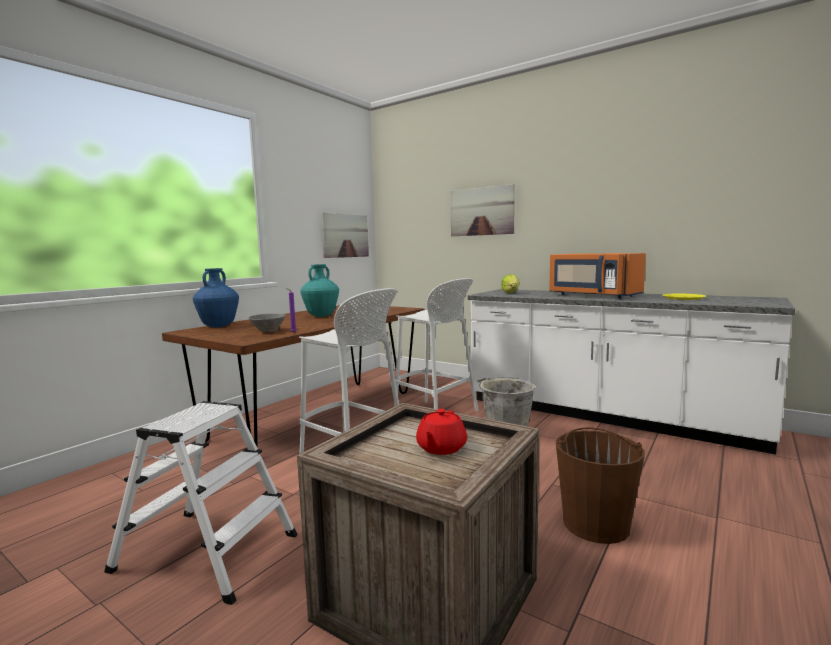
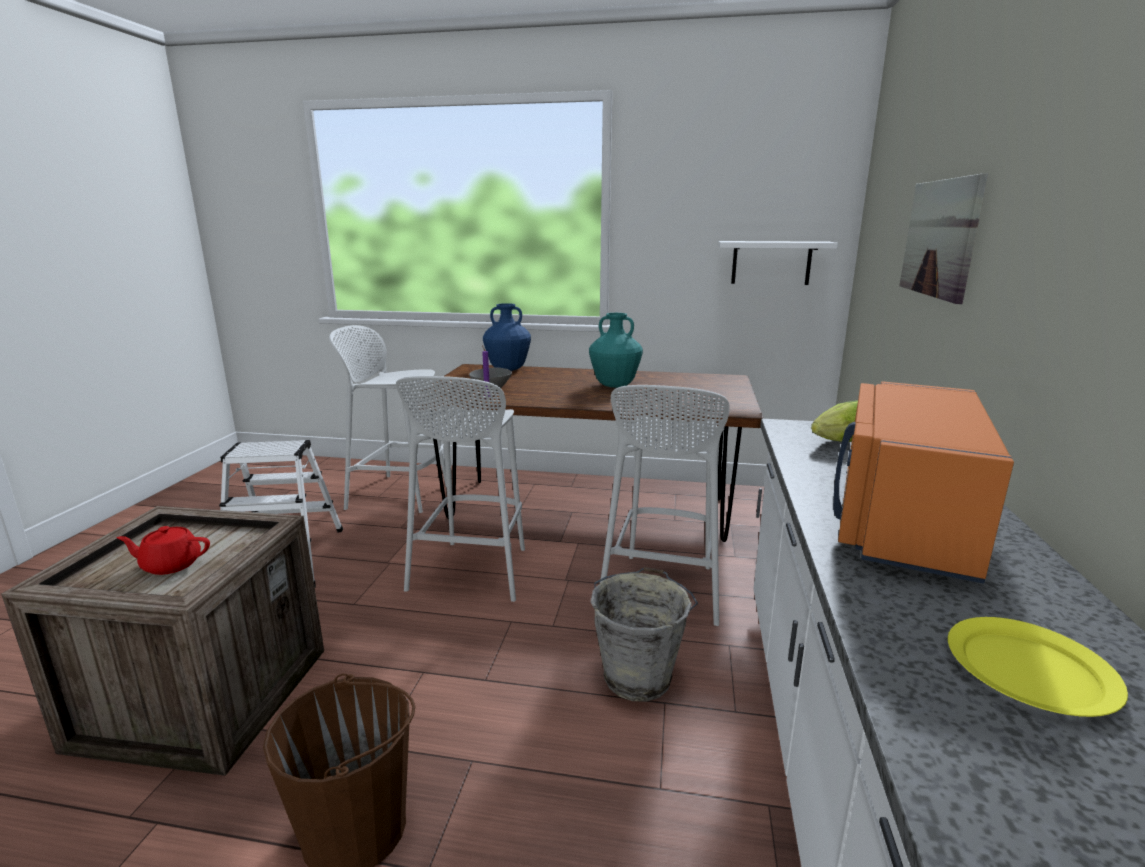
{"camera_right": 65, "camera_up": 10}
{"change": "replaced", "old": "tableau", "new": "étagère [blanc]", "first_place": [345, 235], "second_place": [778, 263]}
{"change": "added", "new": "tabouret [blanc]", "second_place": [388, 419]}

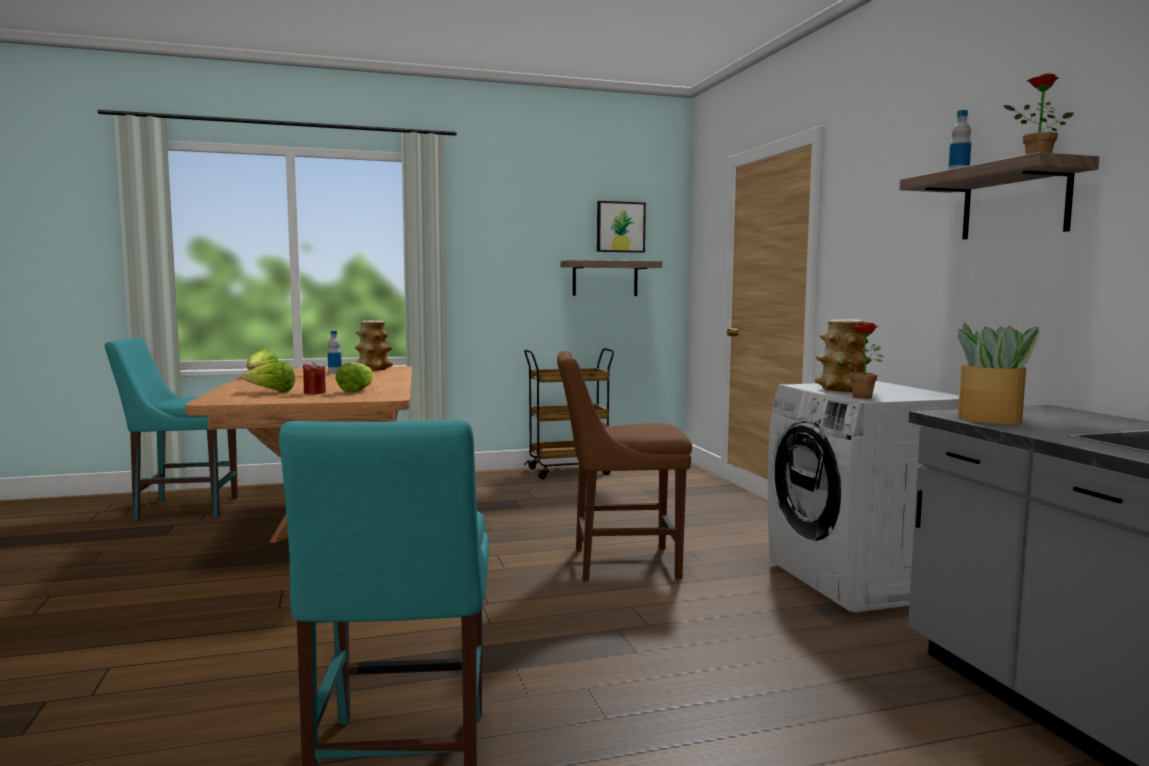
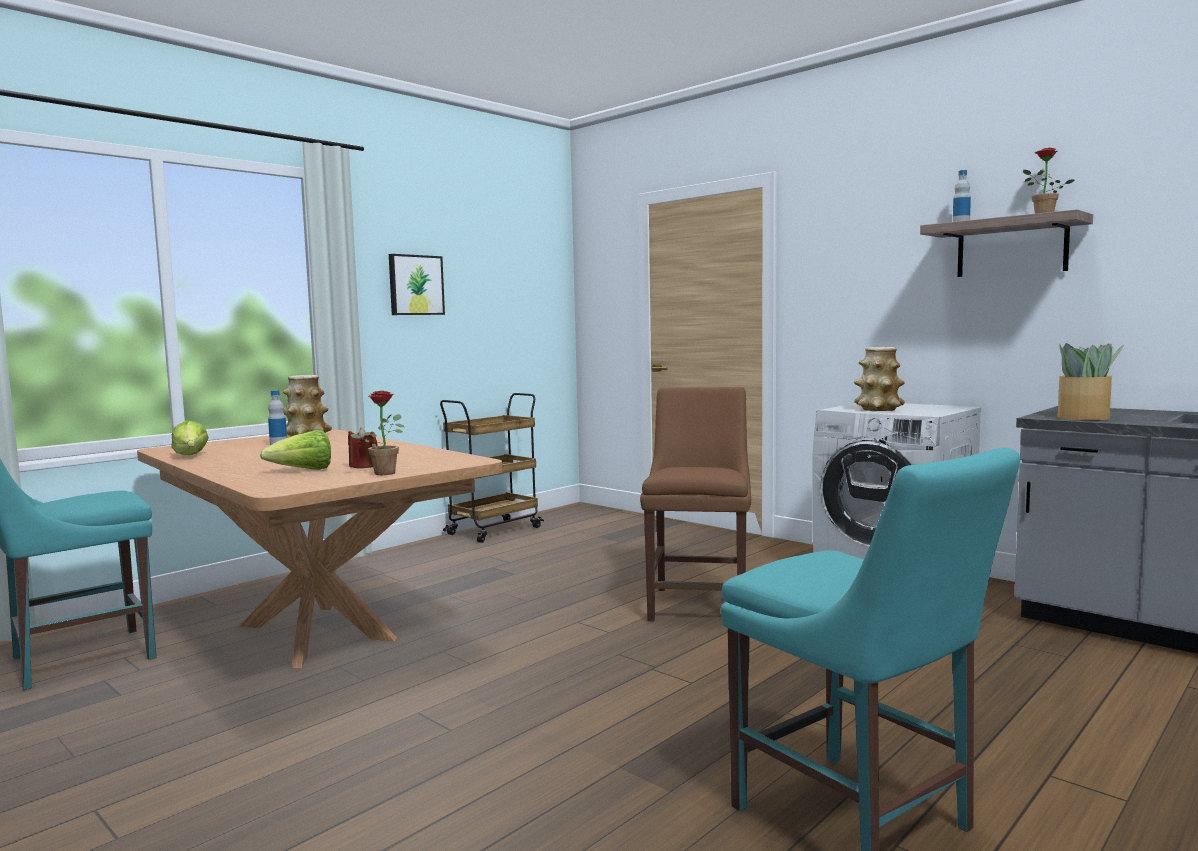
{"camera_right": -30, "camera_up": 0}
{"change": "moved", "old": "tableau", "first_place": [621, 227], "second_place": [417, 284]}
{"change": "removed", "old": "étagère", "first_place": [611, 278]}
{"change": "moved", "old": "plante en pot", "first_place": [859, 360], "second_place": [377, 432]}
{"change": "turned", "old": "chaise [marron]", "first_place": [624, 466], "second_place": [695, 504], "degrees": 135}
{"change": "removed", "old": "laitue", "first_place": [353, 376]}

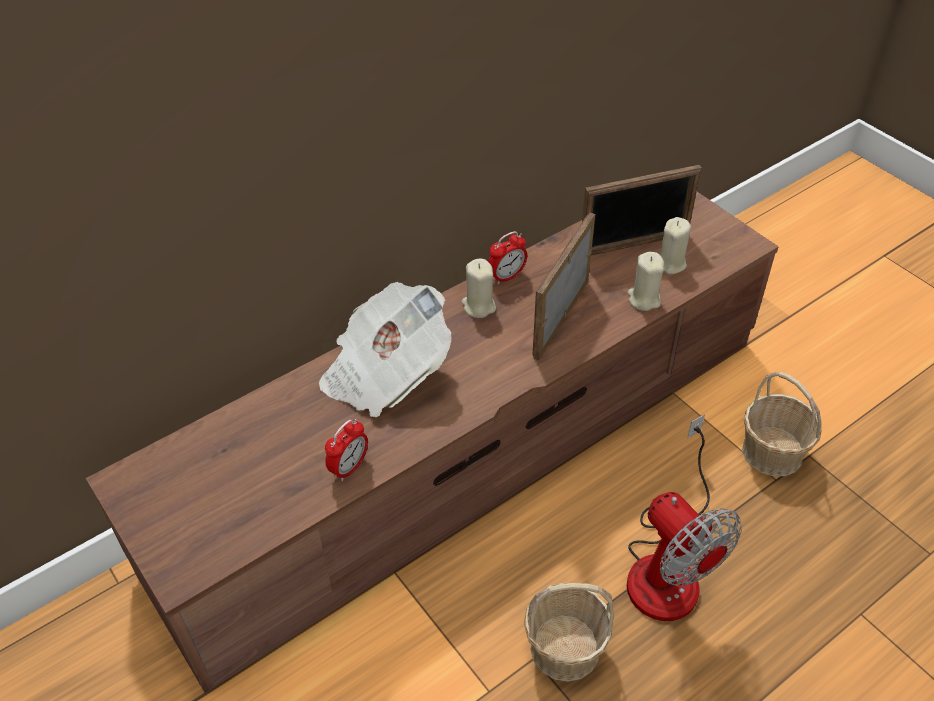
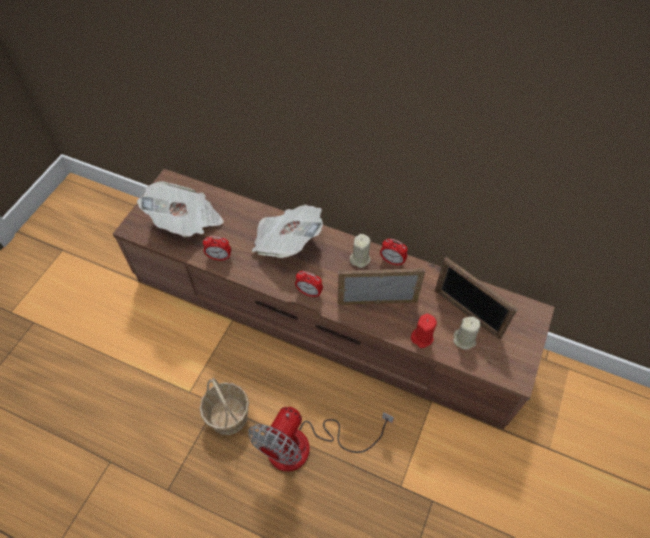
{"camera_right": 60, "camera_up": 10}
{"change": "recoloured", "old": "bougie [beige]", "new": "bougie [rouge]", "first_place": [645, 281], "second_place": [424, 330]}
{"change": "removed", "old": "panier", "first_place": [782, 424]}
{"change": "added", "new": "journal", "second_place": [180, 209]}
{"change": "added", "new": "réveil", "second_place": [309, 284]}

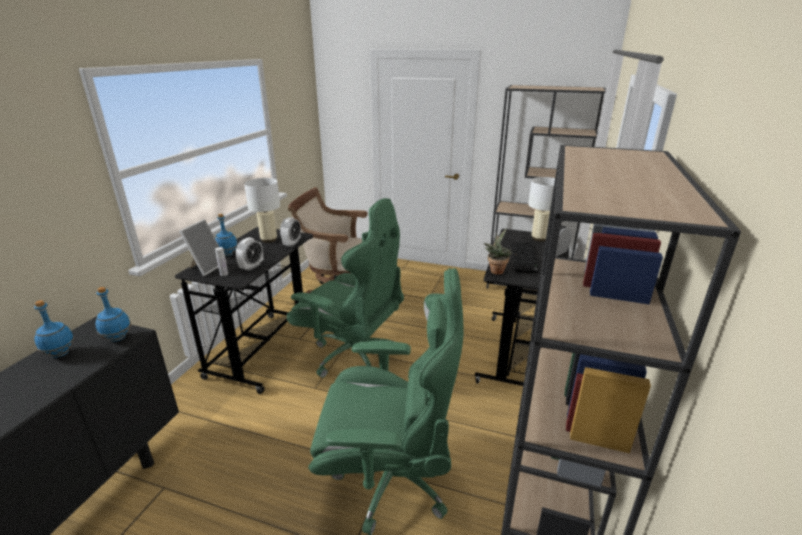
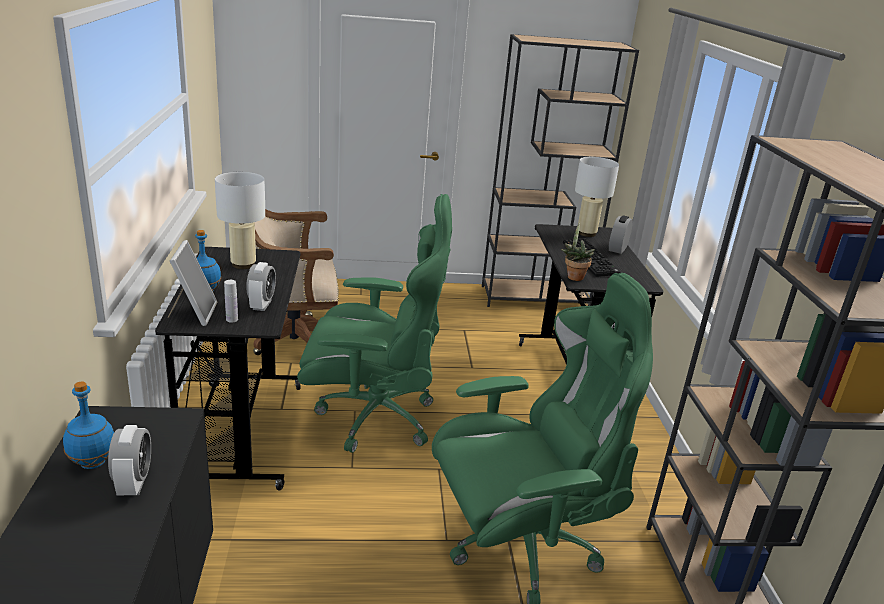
{"camera_right": -25, "camera_up": 0}
{"change": "moved", "old": "réveil", "first_place": [290, 232], "second_place": [129, 460]}
{"change": "removed", "old": "bouteille [bleu]", "first_place": [113, 314]}

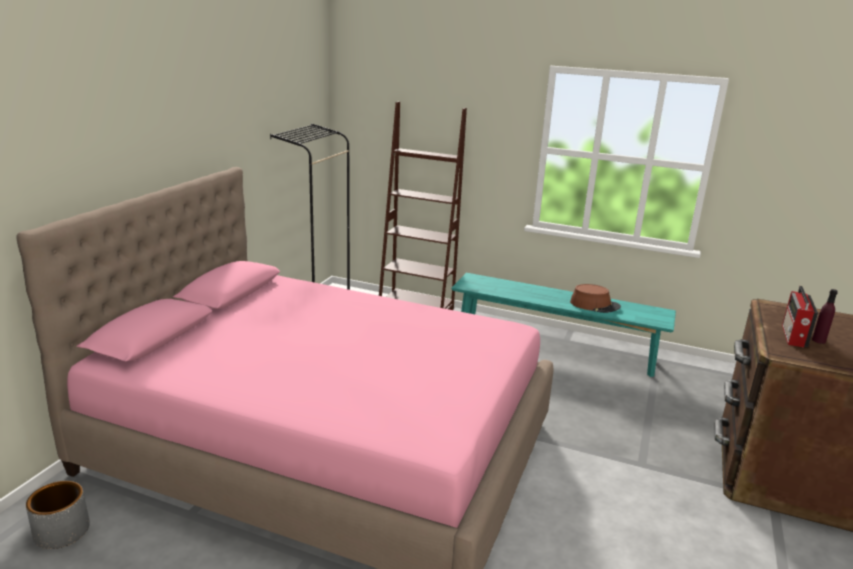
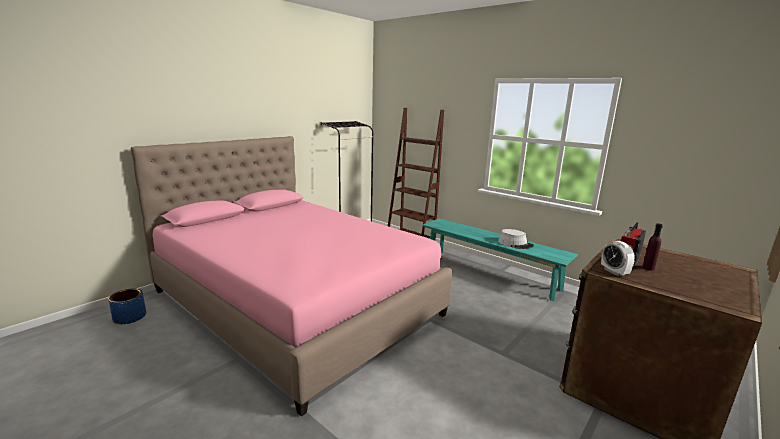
{"camera_right": 20, "camera_up": -5}
{"change": "recoloured", "old": "chapeau [marron]", "new": "chapeau [gris]", "first_place": [595, 298], "second_place": [516, 239]}
{"change": "recoloured", "old": "cache-pot [gris]", "new": "cache-pot [bleu]", "first_place": [58, 515], "second_place": [127, 306]}
{"change": "added", "new": "réveil", "second_place": [618, 258]}

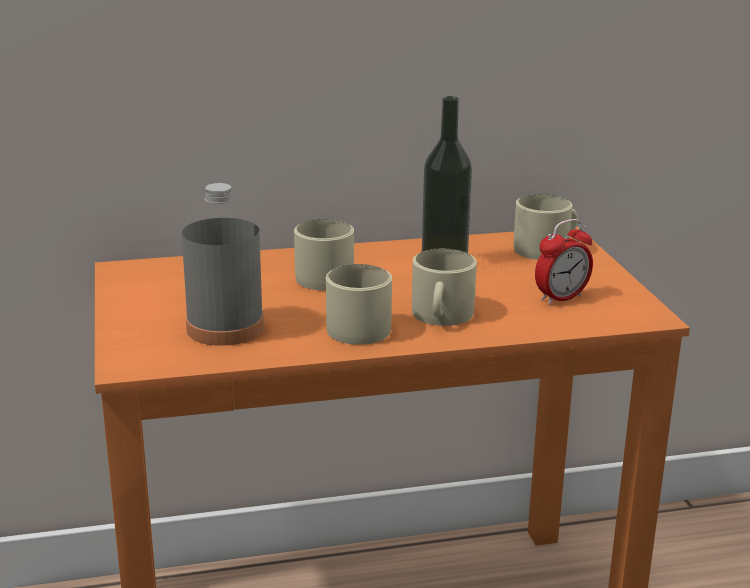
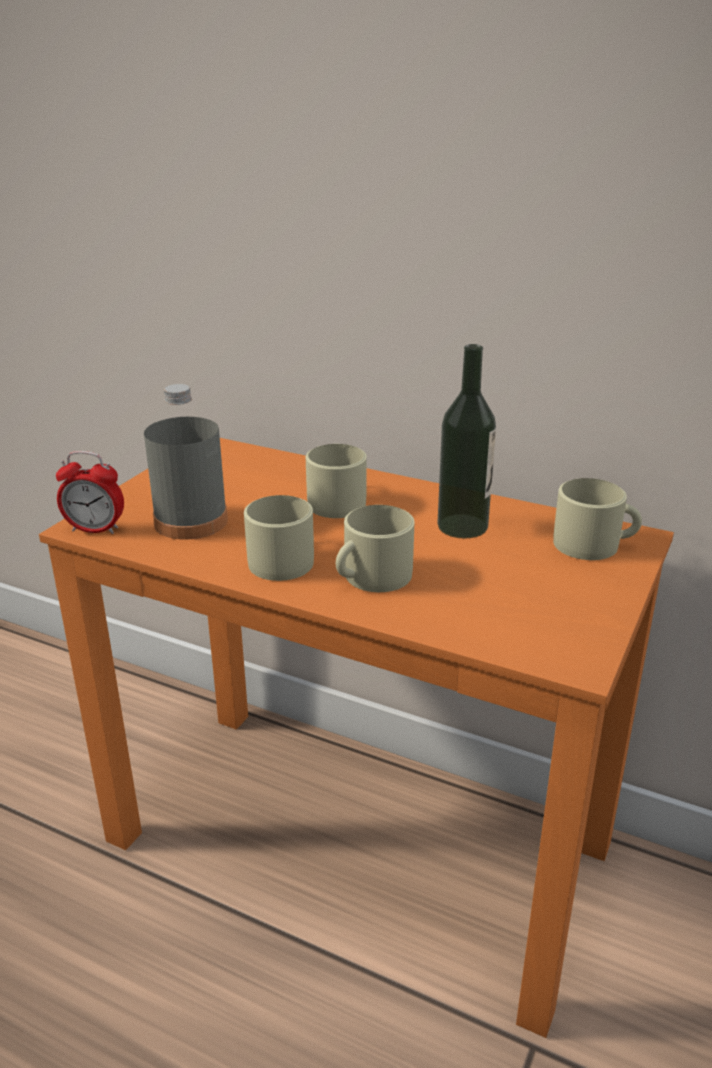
{"camera_right": 40, "camera_up": 5}
{"change": "moved", "old": "réveil", "first_place": [564, 262], "second_place": [90, 492]}

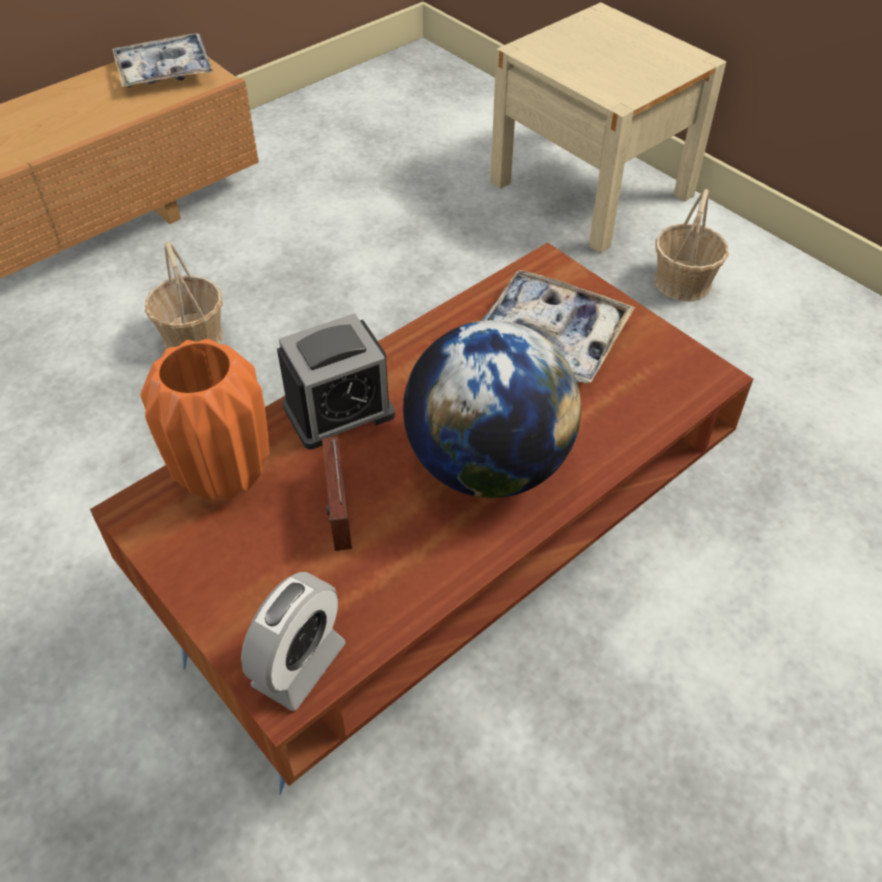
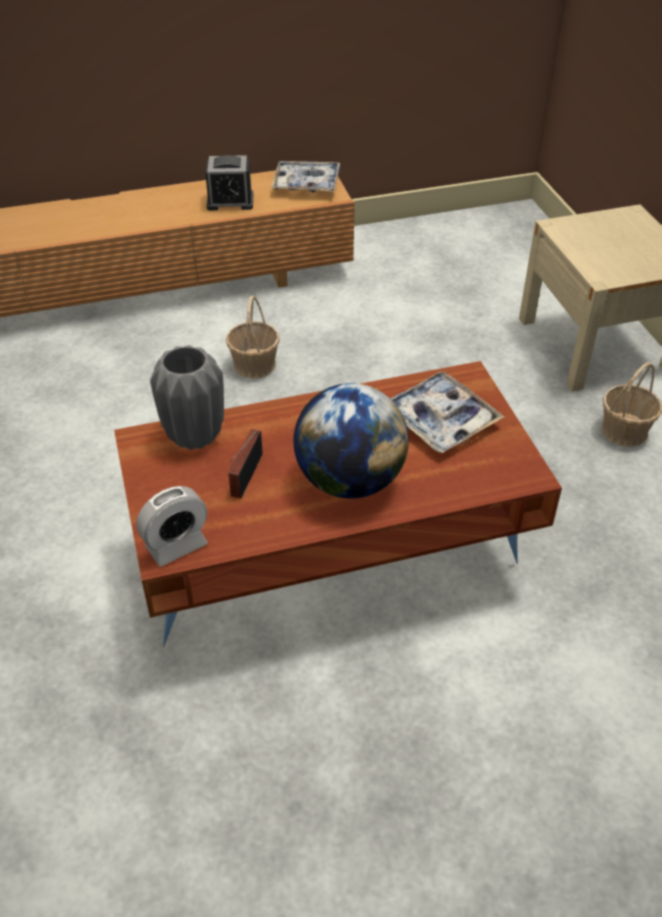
{"camera_right": 25, "camera_up": -5}
{"change": "moved", "old": "réveil", "first_place": [336, 381], "second_place": [229, 182]}
{"change": "recoloured", "old": "vase [orange]", "new": "vase [gris]", "first_place": [204, 420], "second_place": [187, 397]}

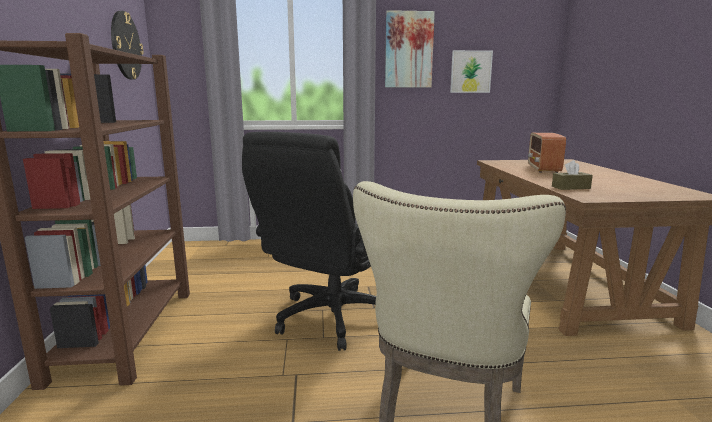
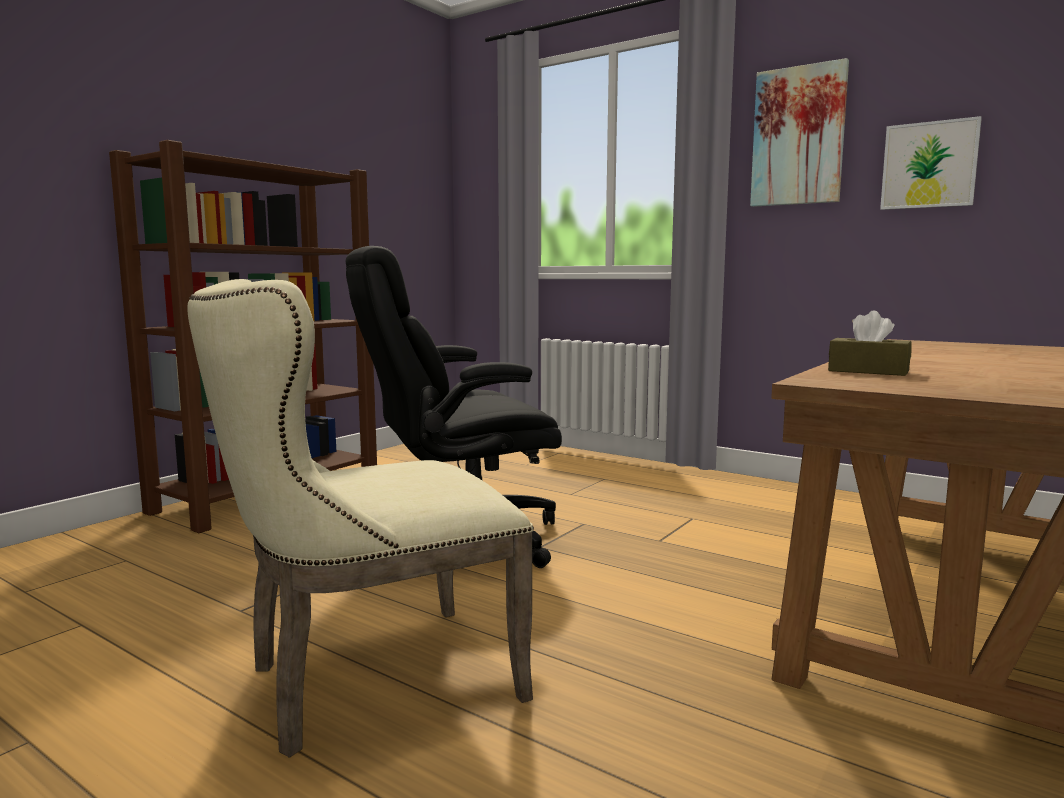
{"camera_right": 40, "camera_up": -5}
{"change": "removed", "old": "horloge murale", "first_place": [127, 45]}
{"change": "removed", "old": "radio", "first_place": [547, 153]}

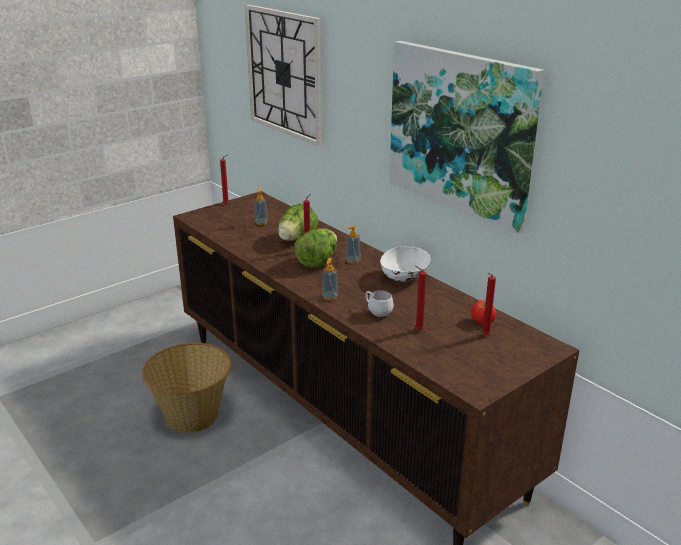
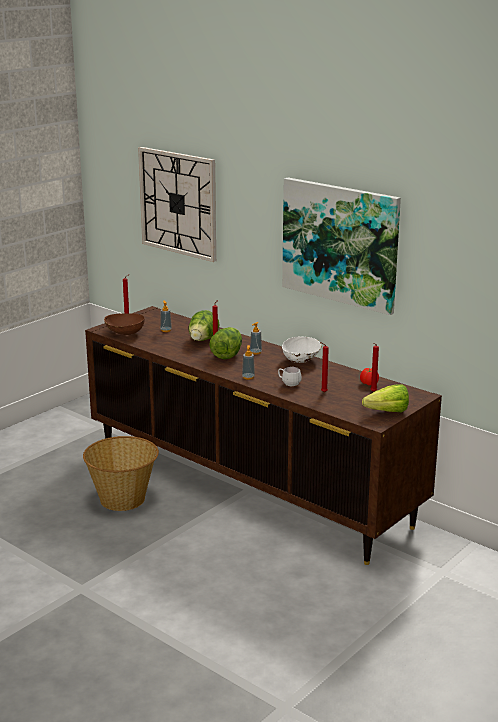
{"camera_right": -10, "camera_up": -5}
{"change": "added", "new": "bol [marron]", "second_place": [124, 324]}
{"change": "added", "new": "laitue", "second_place": [385, 398]}

